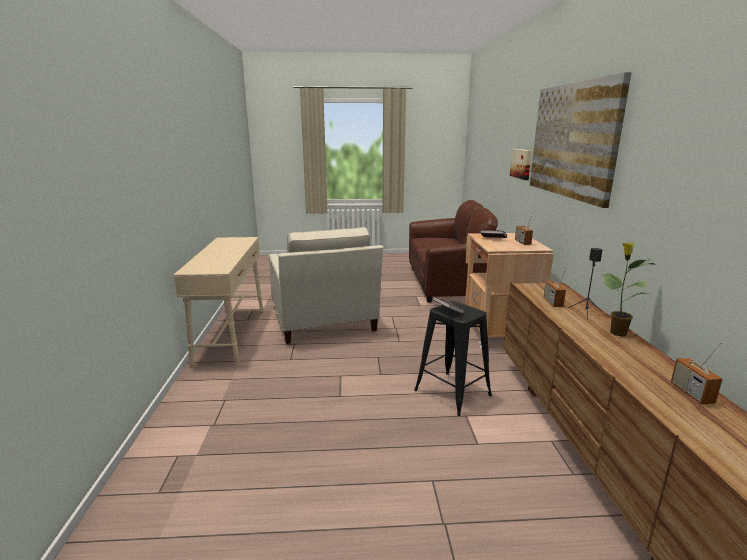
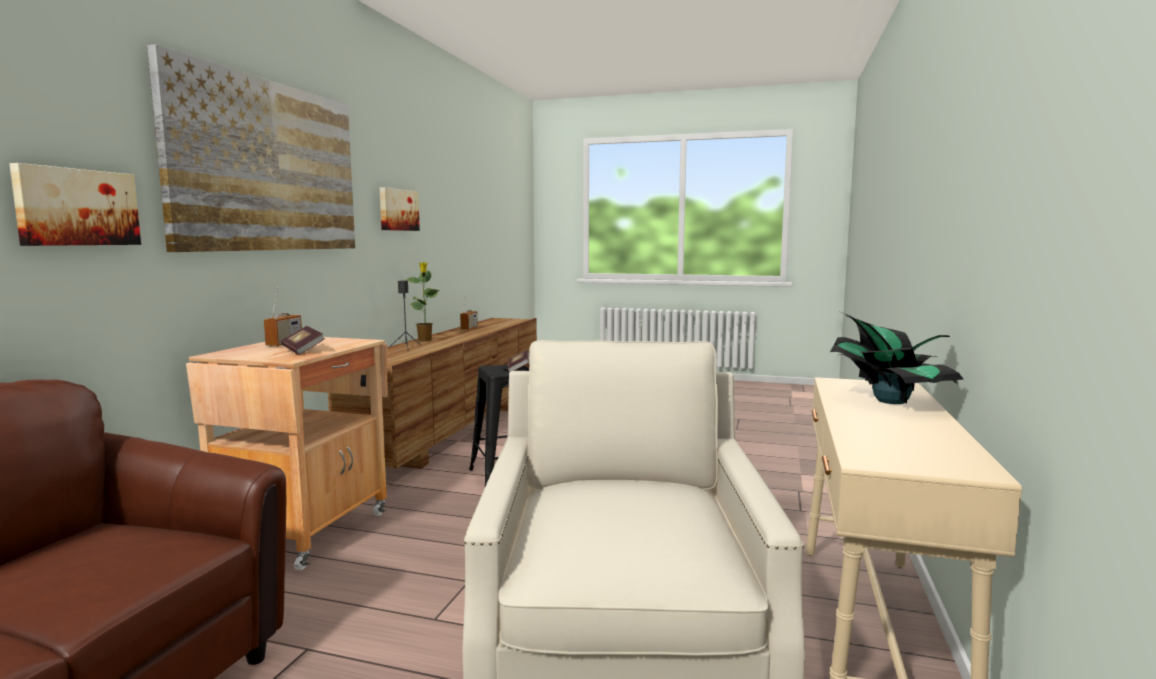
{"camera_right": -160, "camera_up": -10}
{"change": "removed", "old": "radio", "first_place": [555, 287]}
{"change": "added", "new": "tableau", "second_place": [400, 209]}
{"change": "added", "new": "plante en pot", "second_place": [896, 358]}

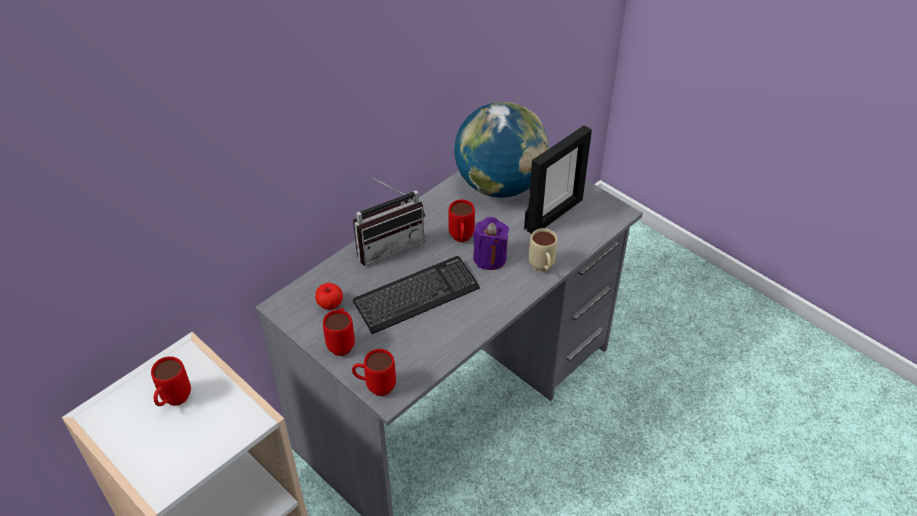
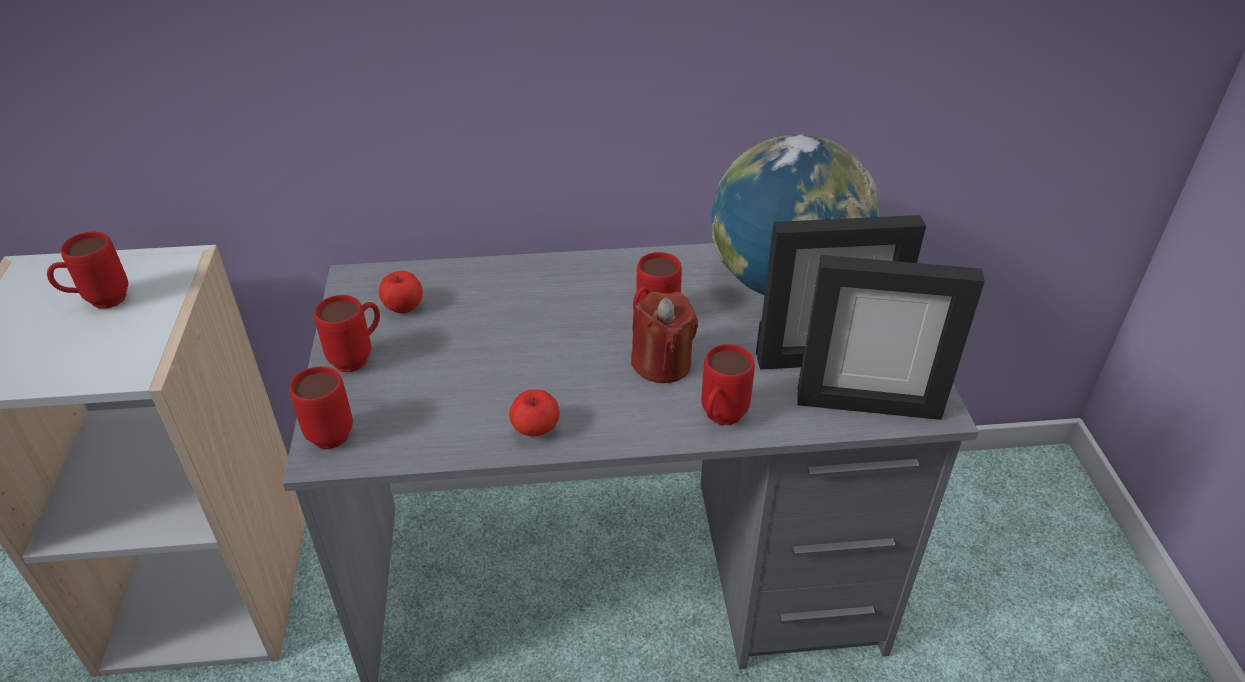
{"camera_right": 40, "camera_up": -5}
{"change": "removed", "old": "radio", "first_place": [389, 220]}
{"change": "recoloured", "old": "bougie [violet]", "new": "bougie [rouge]", "first_place": [491, 243], "second_place": [664, 337]}
{"change": "recoloured", "old": "mug [beige]", "new": "mug [rouge]", "first_place": [543, 250], "second_place": [728, 384]}
{"change": "removed", "old": "clavier", "first_place": [416, 295]}
{"change": "added", "new": "cadre photo", "second_place": [891, 337]}
{"change": "added", "new": "pomme", "second_place": [534, 413]}

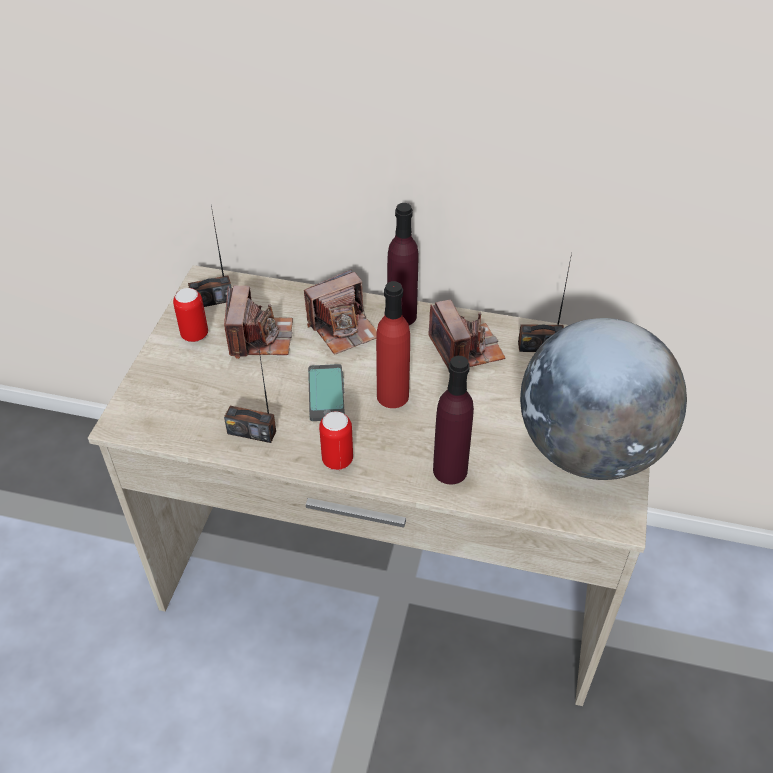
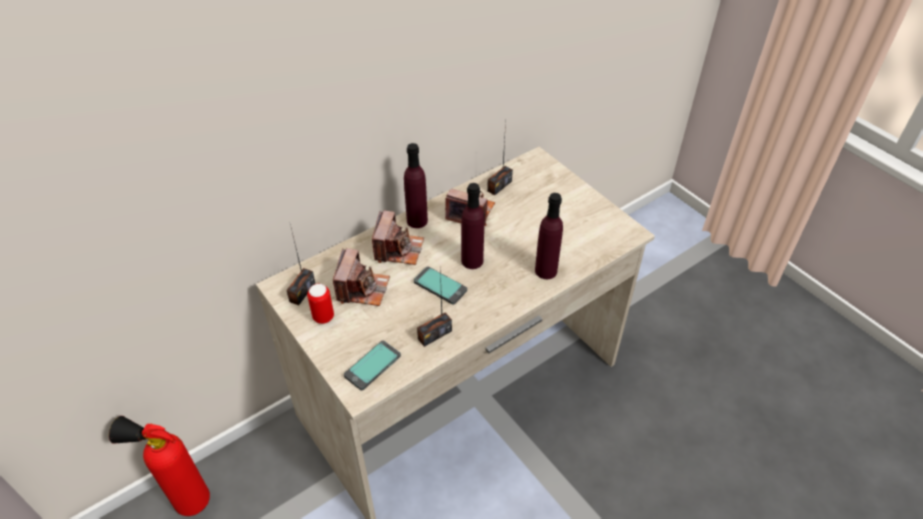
{"camera_right": -50, "camera_up": 0}
{"change": "recoloured", "old": "bouteille [rouge]", "new": "bouteille [violet]", "first_place": [393, 344], "second_place": [472, 226]}
{"change": "turned", "old": "appareil photo", "first_place": [258, 322], "second_place": [361, 277], "degrees": 60}
{"change": "removed", "old": "globe", "first_place": [603, 399]}
{"change": "removed", "old": "boîte métallique", "first_place": [336, 440]}
{"change": "added", "new": "téléphone", "second_place": [372, 365]}
{"change": "added", "new": "extincteur", "second_place": [159, 466]}

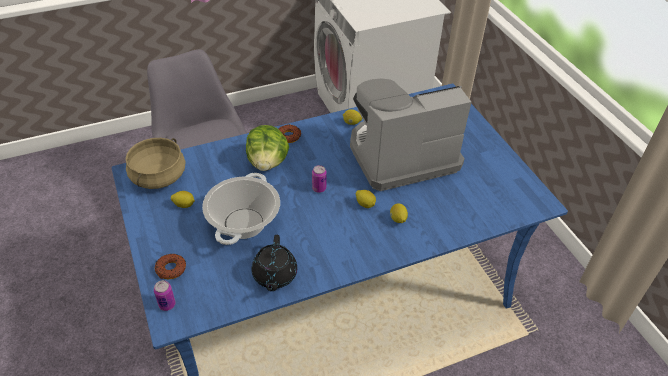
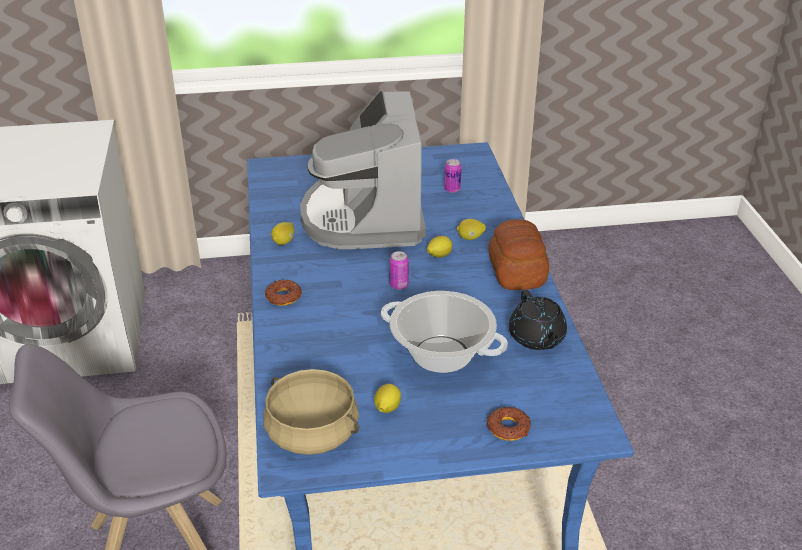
{"camera_right": -75, "camera_up": -10}
{"change": "removed", "old": "laitue", "first_place": [267, 148]}
{"change": "turned", "old": "théière [noir]", "first_place": [274, 263], "second_place": [538, 320], "degrees": 60}
{"change": "moved", "old": "boîte métallique", "first_place": [165, 295], "second_place": [453, 176]}
{"change": "added", "new": "pain", "second_place": [519, 254]}

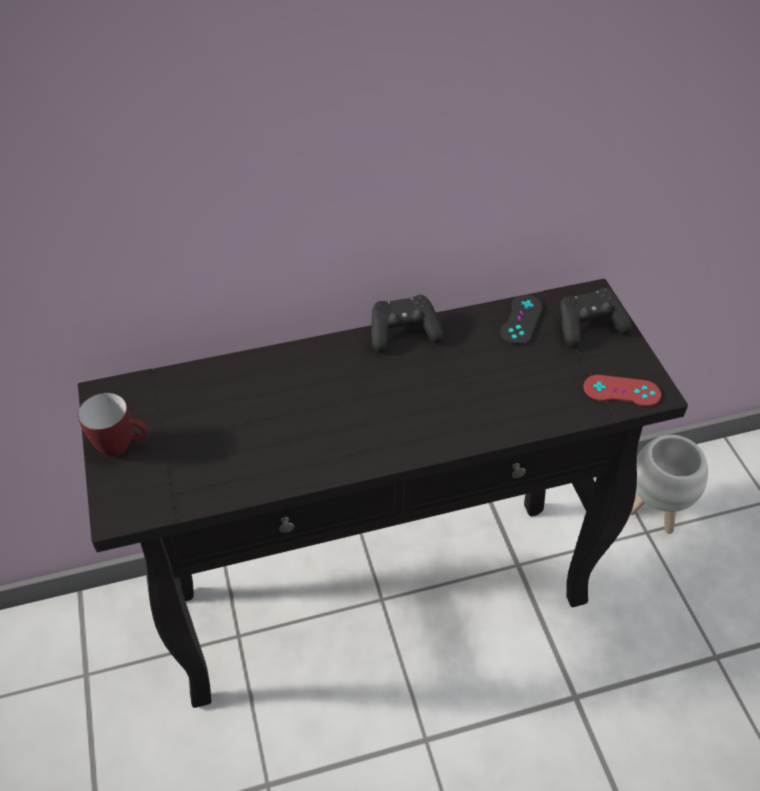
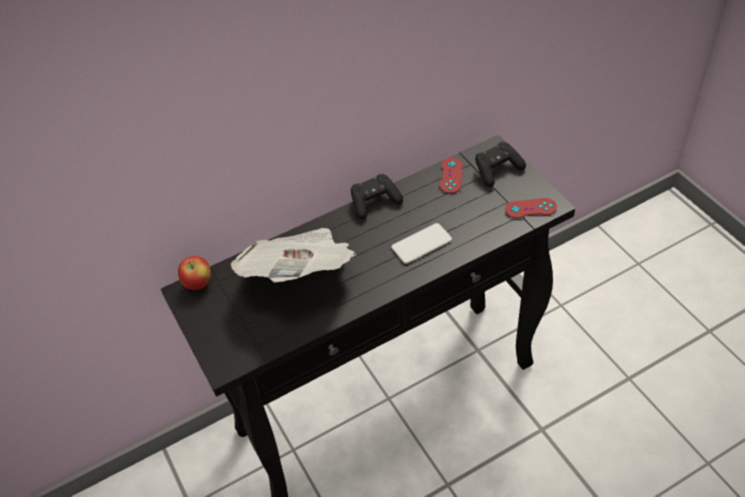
{"camera_right": -10, "camera_up": 0}
{"change": "recoloured", "old": "manette [noir]", "new": "manette [rouge]", "first_place": [521, 319], "second_place": [451, 175]}
{"change": "removed", "old": "mug", "first_place": [113, 424]}
{"change": "removed", "old": "cache-pot [blanc]", "first_place": [669, 484]}
{"change": "added", "new": "téléphone", "second_place": [422, 243]}
{"change": "added", "new": "journal", "second_place": [293, 255]}
{"change": "added", "new": "pomme", "second_place": [194, 273]}

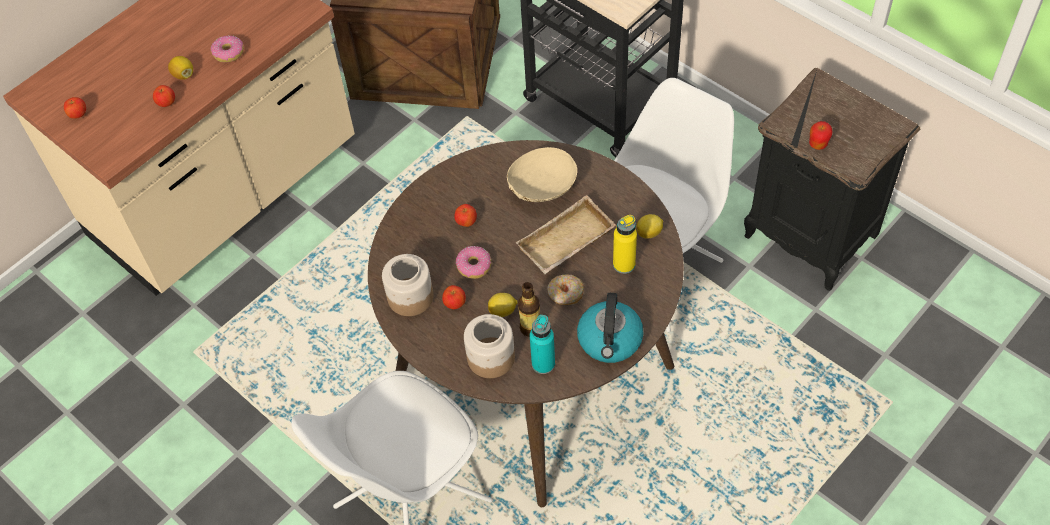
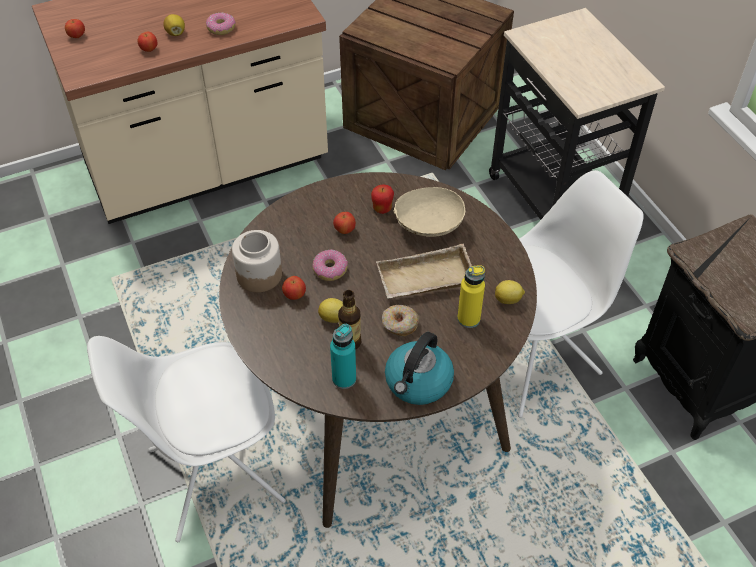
{"camera_right": 20, "camera_up": -5}
{"change": "moved", "old": "pomme", "first_place": [821, 135], "second_place": [382, 199]}
{"change": "removed", "old": "bocal", "first_place": [489, 346]}

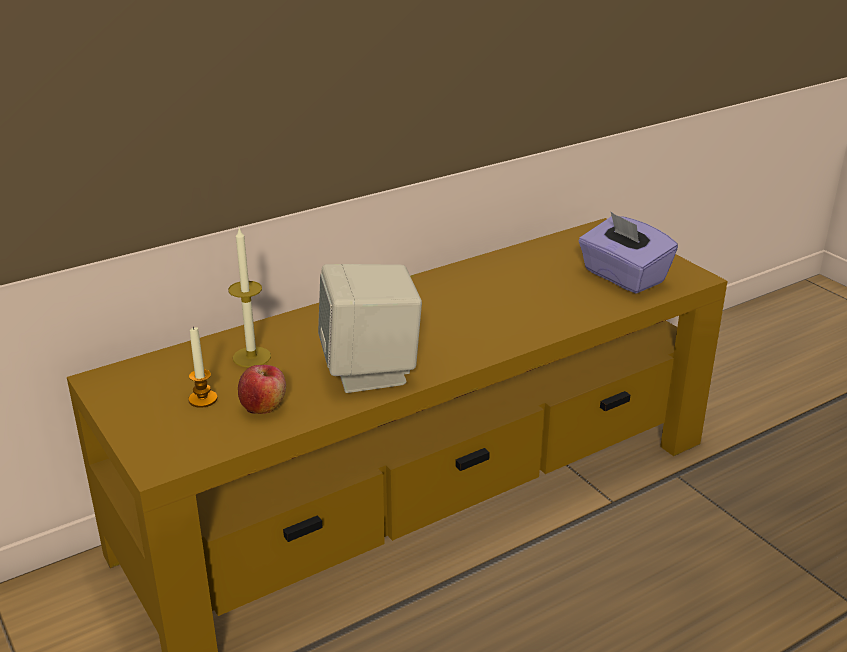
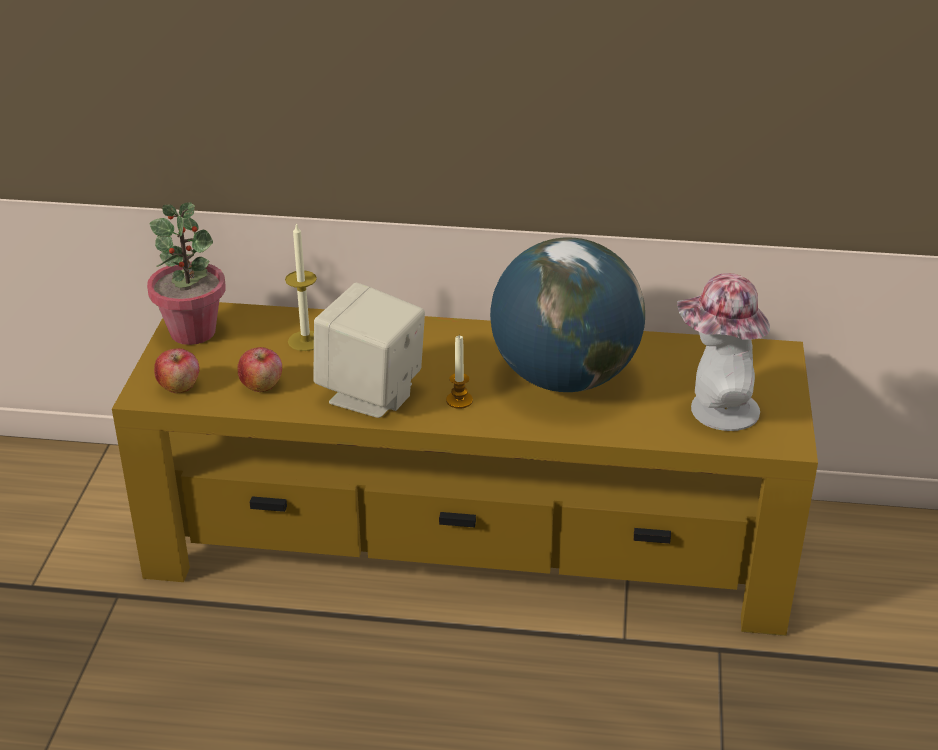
{"camera_right": 40, "camera_up": 5}
{"change": "replaced", "old": "boîte à mouchoirs [violet]", "new": "chapeau", "first_place": [628, 252], "second_place": [723, 352]}
{"change": "moved", "old": "bougie", "first_place": [202, 367], "second_place": [459, 372]}
{"change": "added", "new": "plante en pot", "second_place": [186, 273]}
{"change": "added", "new": "globe", "second_place": [567, 314]}
{"change": "added", "new": "pomme", "second_place": [176, 370]}

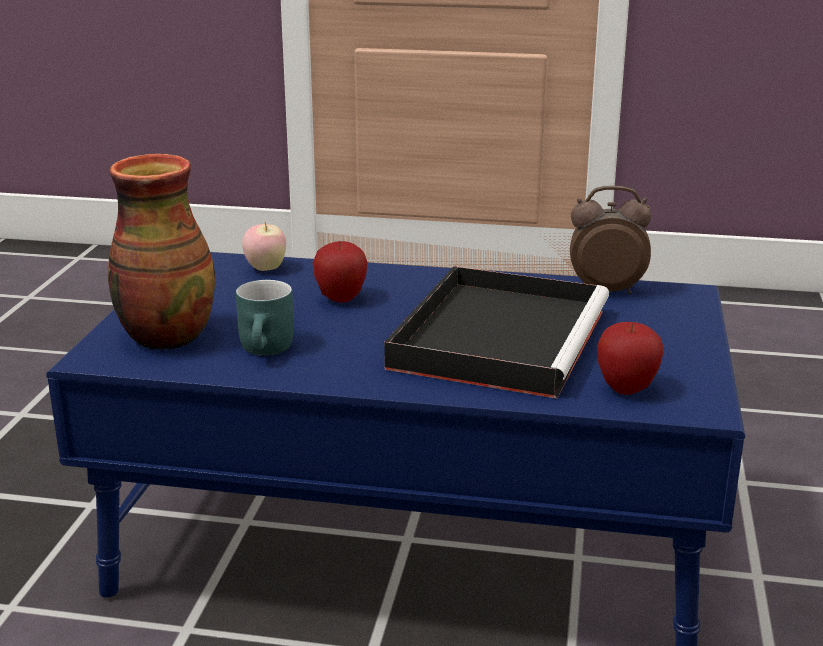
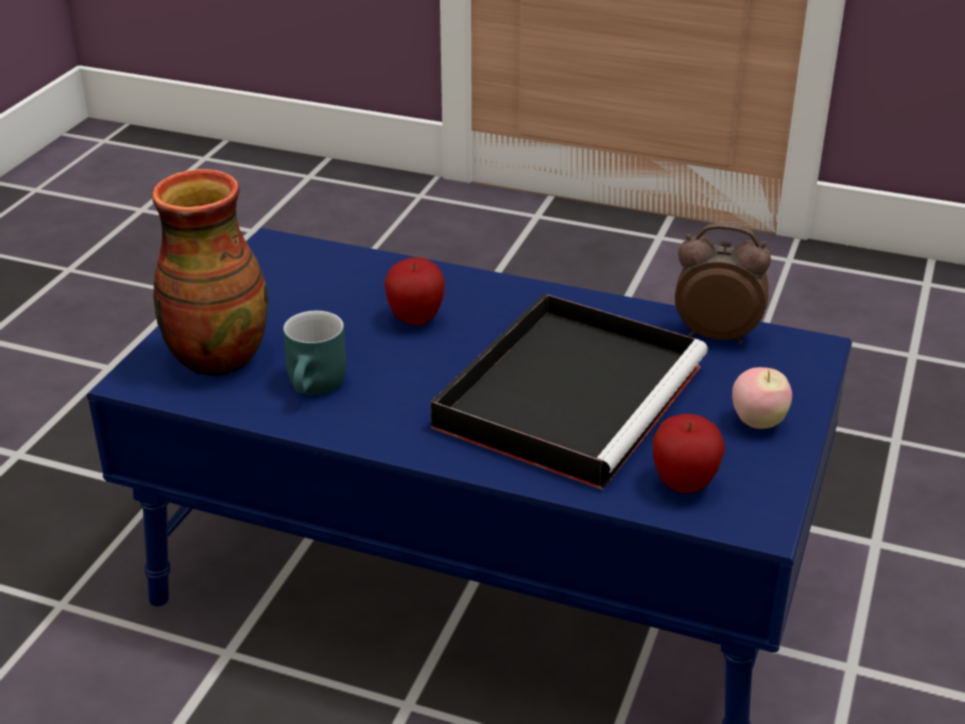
{"camera_right": 10, "camera_up": 10}
{"change": "moved", "old": "pomme", "first_place": [264, 246], "second_place": [762, 398]}

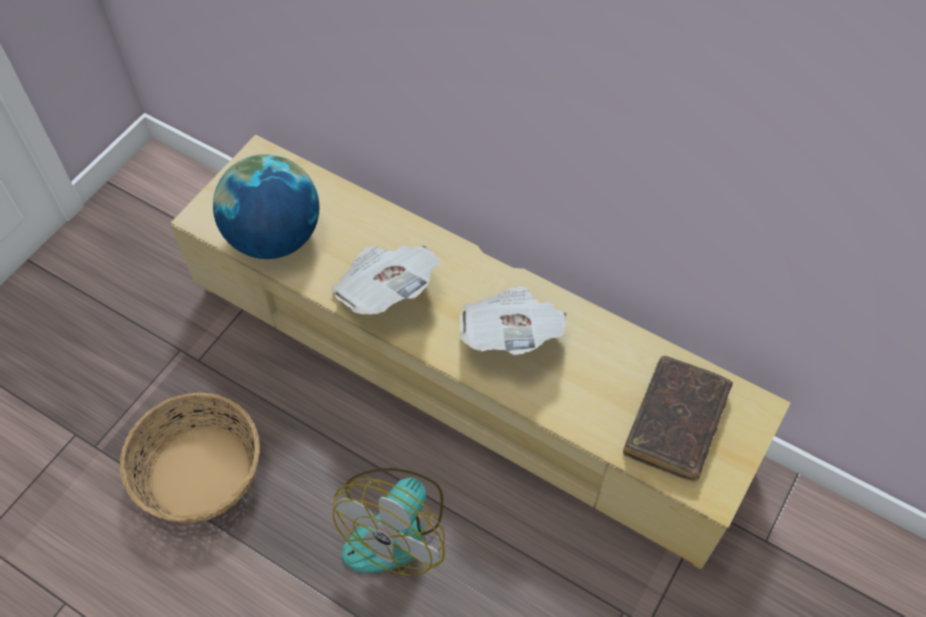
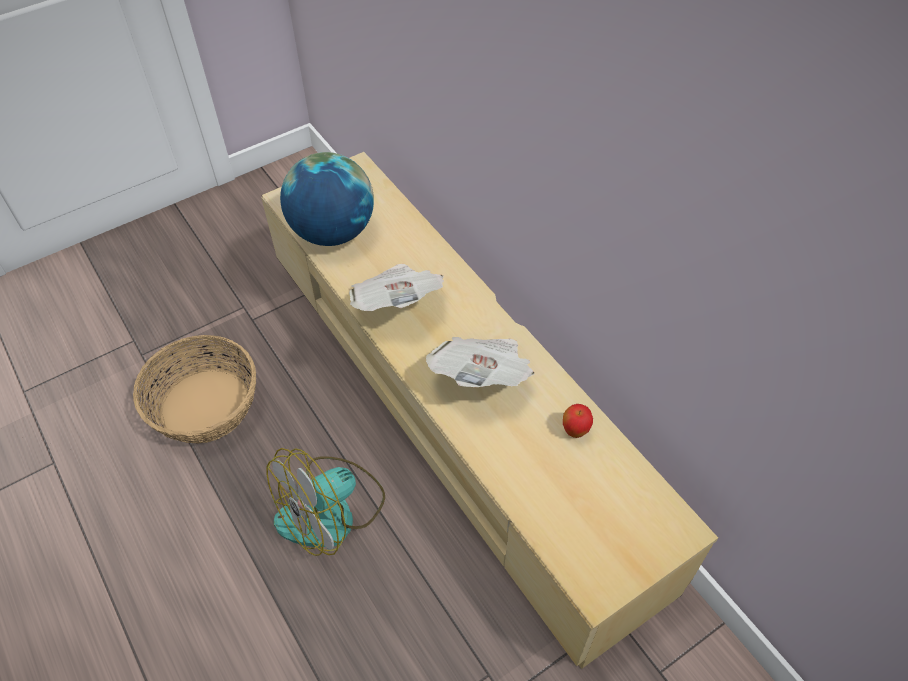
{"camera_right": 25, "camera_up": -5}
{"change": "removed", "old": "livre [marron]", "first_place": [678, 419]}
{"change": "added", "new": "pomme", "second_place": [578, 421]}

